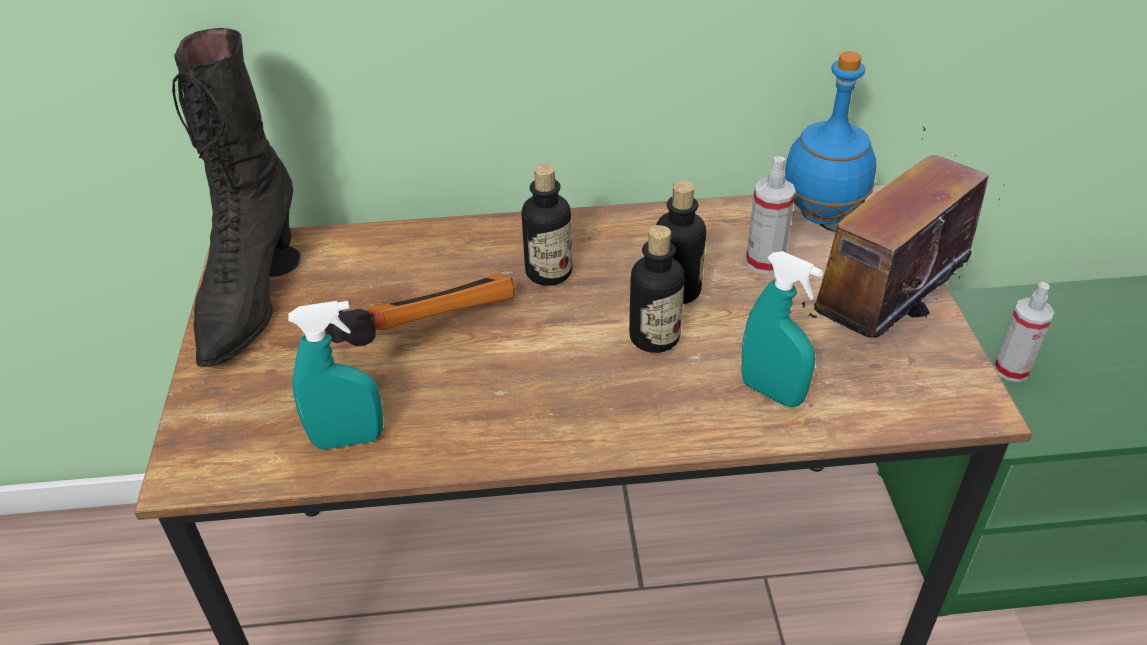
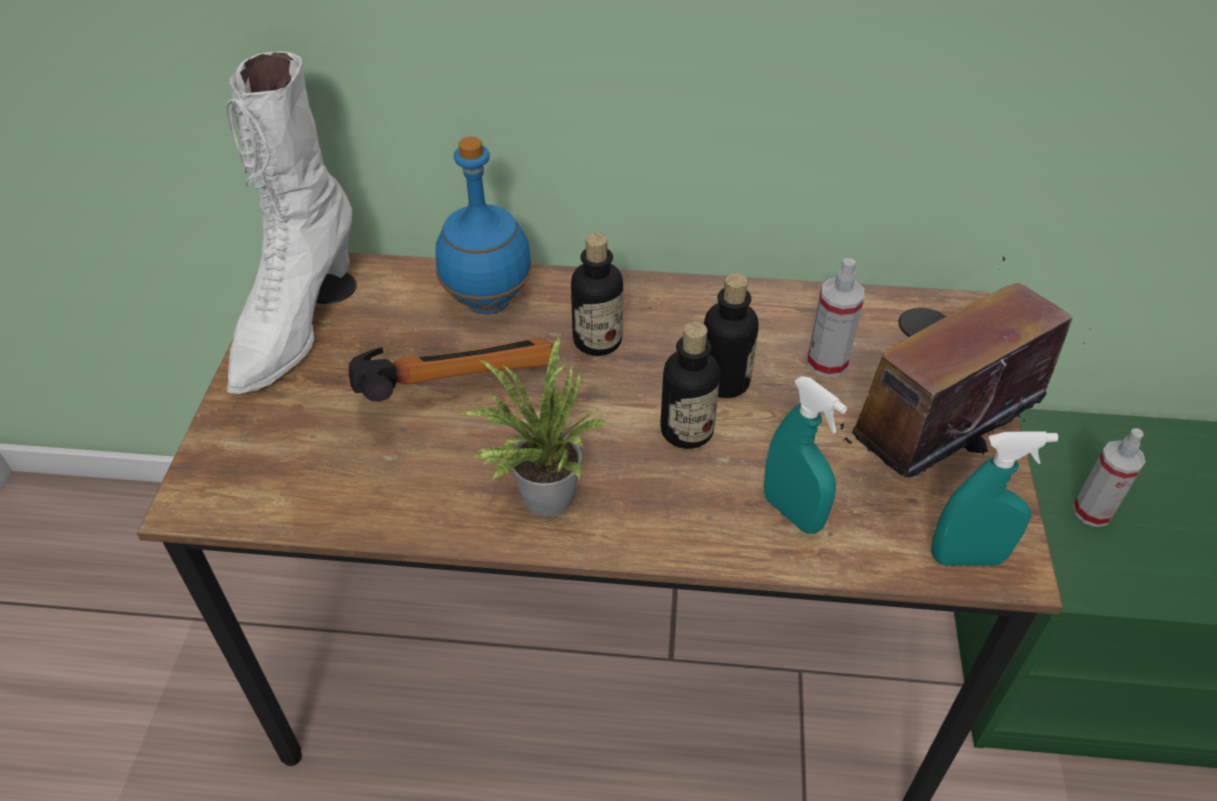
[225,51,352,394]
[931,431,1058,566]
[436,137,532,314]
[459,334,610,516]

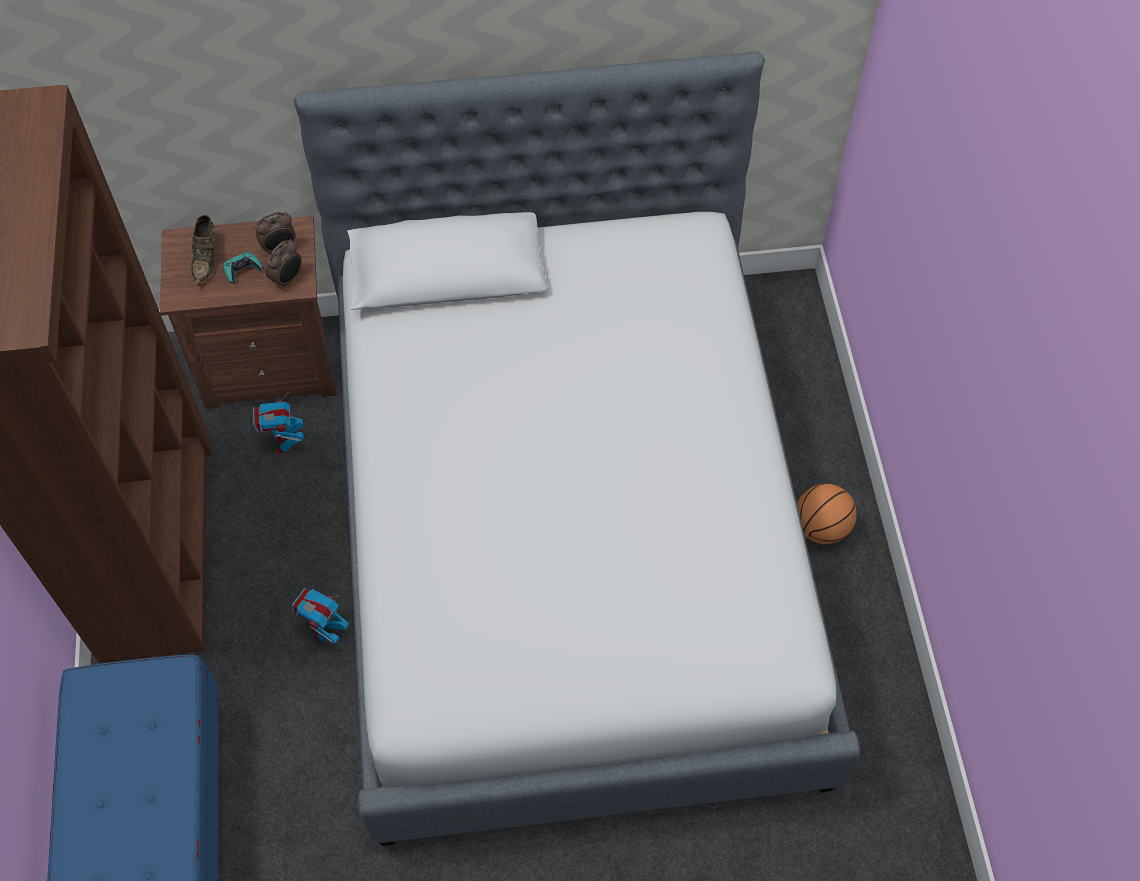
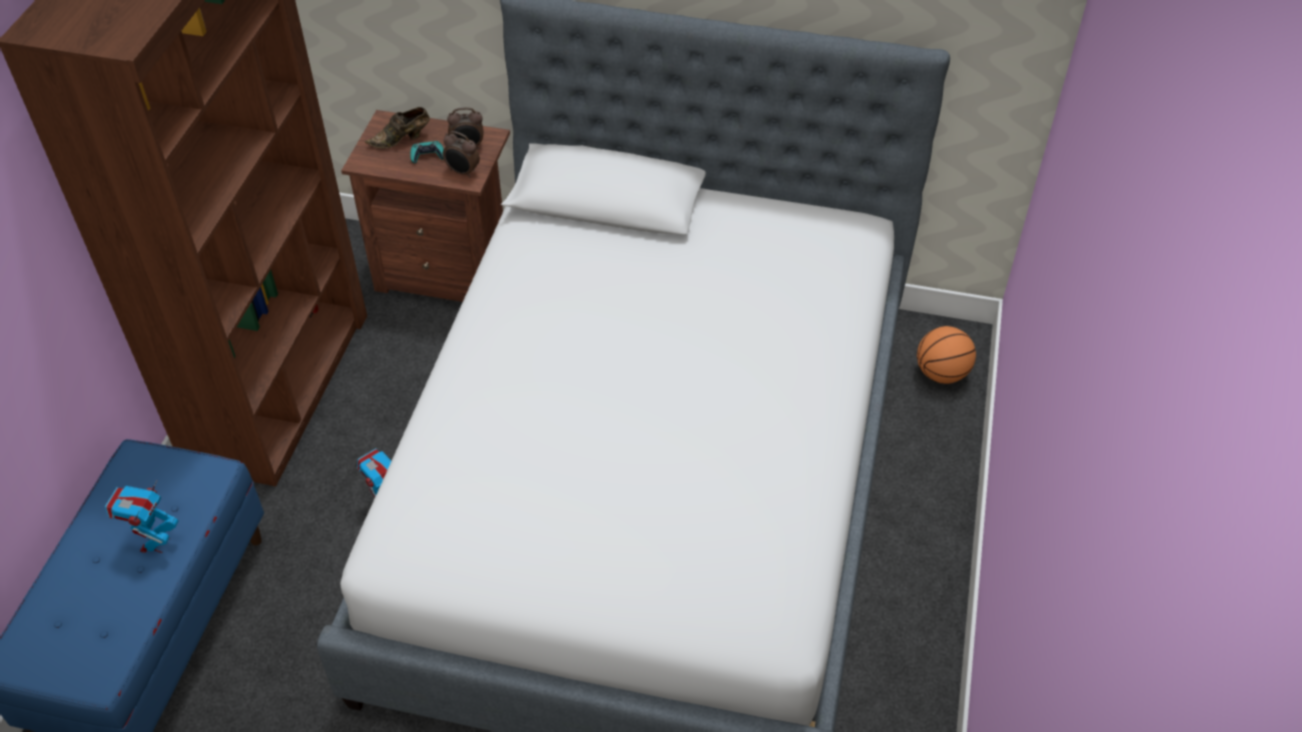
[365,107,430,149]
[105,480,179,553]
[443,131,480,178]
[917,326,976,384]

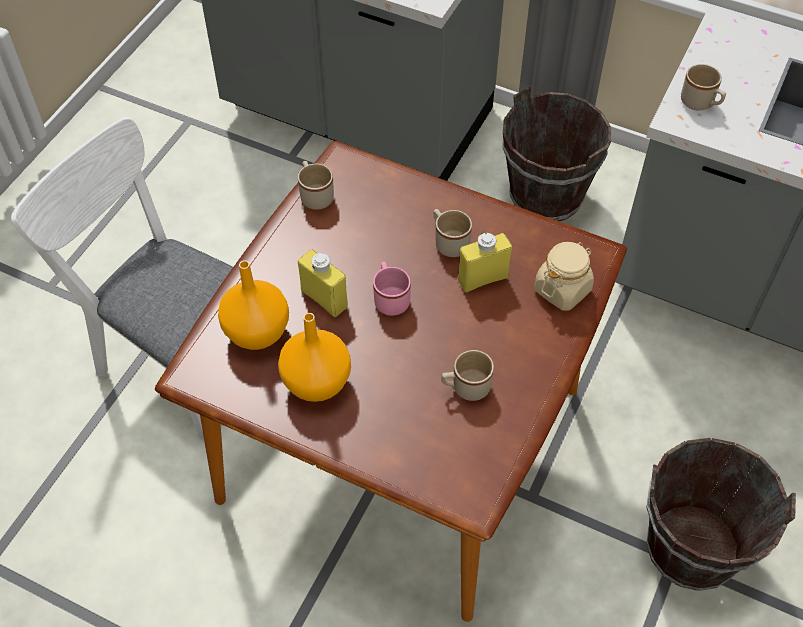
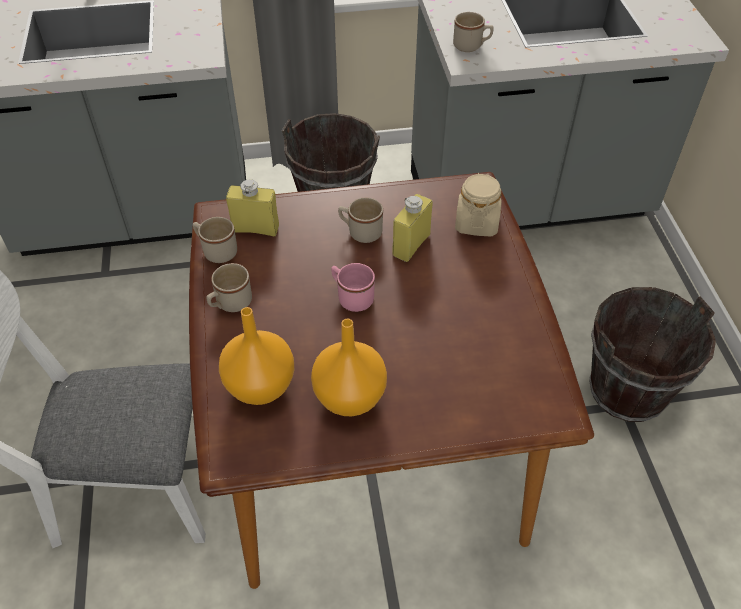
[226,180,279,236]
[206,263,252,312]

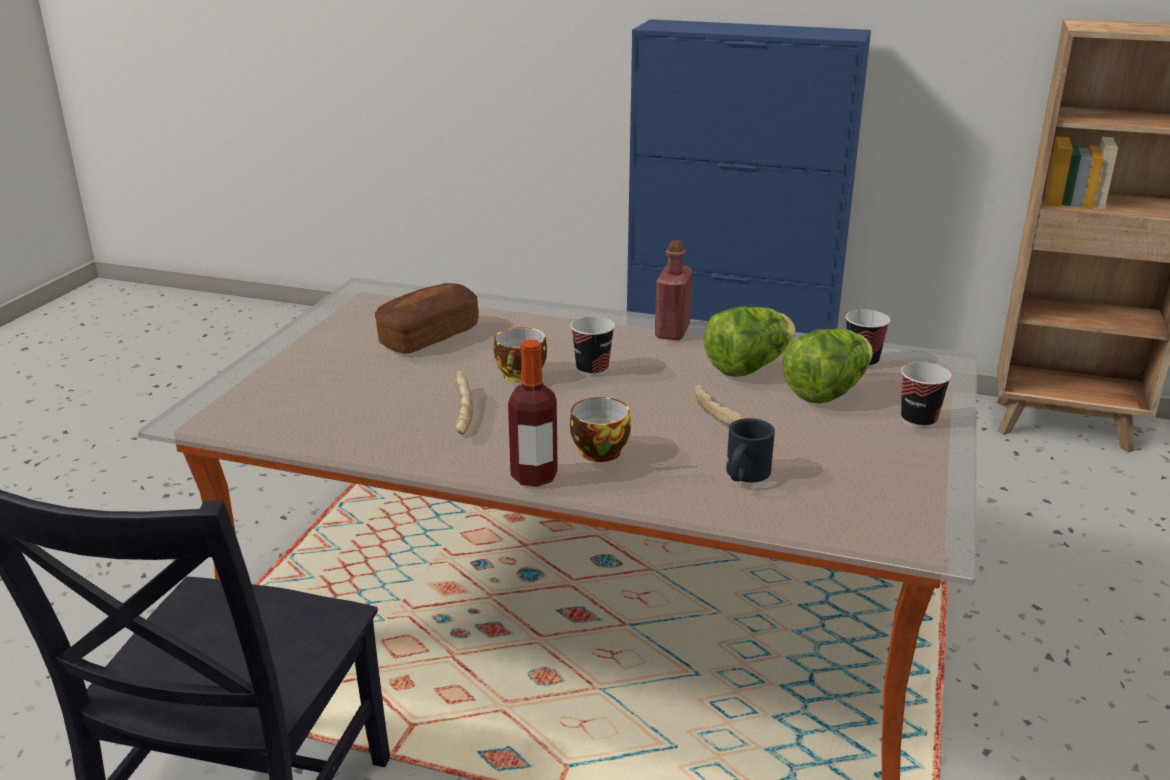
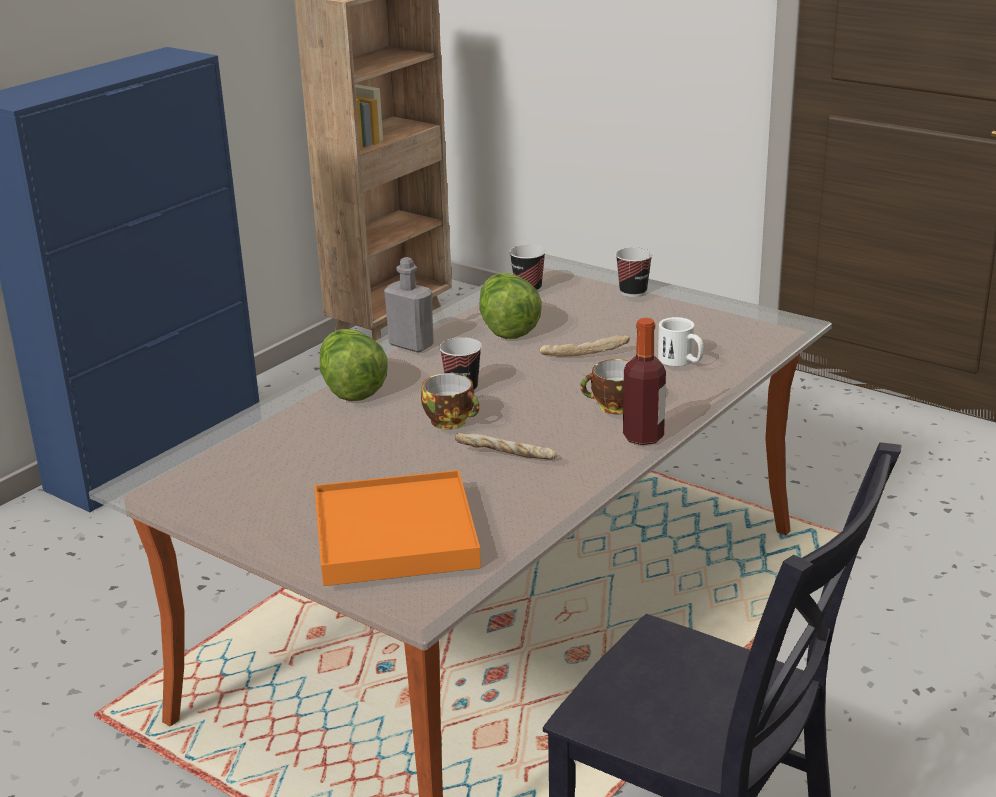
[375,283,479,354] (first image)
[384,257,434,352]
[658,317,704,366]
[320,329,388,401]
[314,470,481,586]

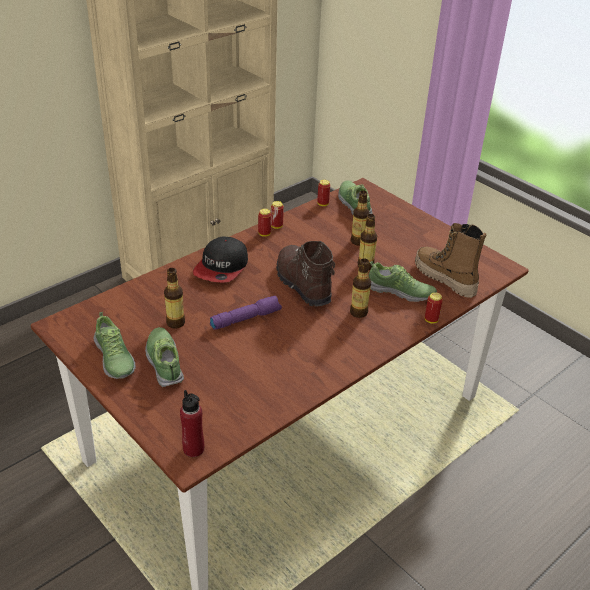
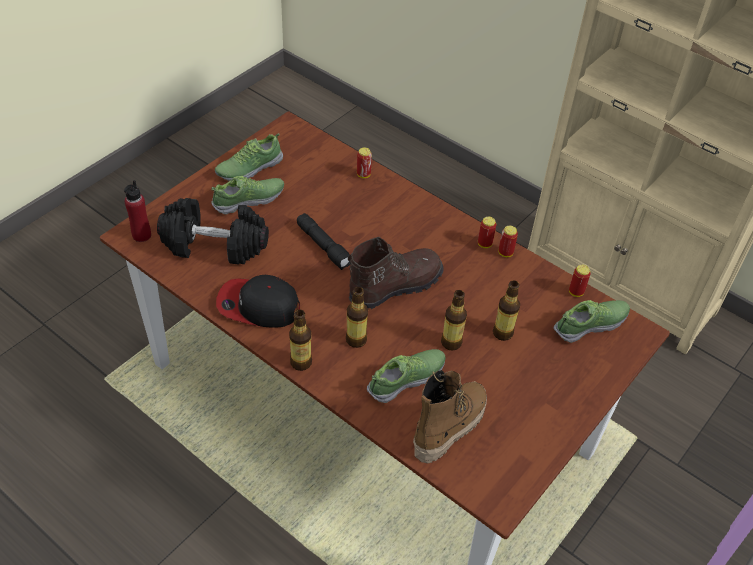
[289,310,312,371]
[216,275,300,328]
[297,213,351,270]
[367,349,445,403]
[357,147,372,178]
[157,198,269,265]

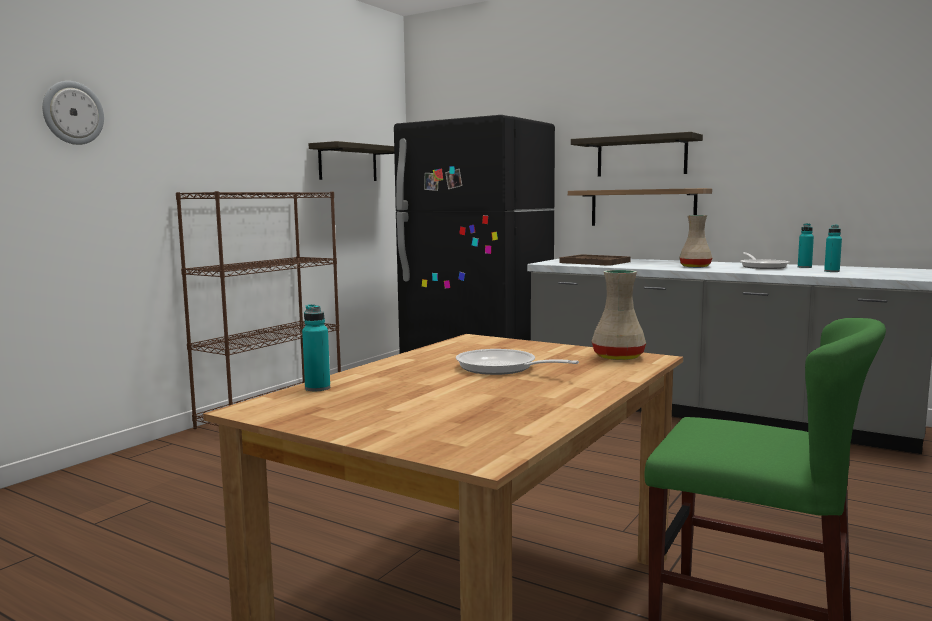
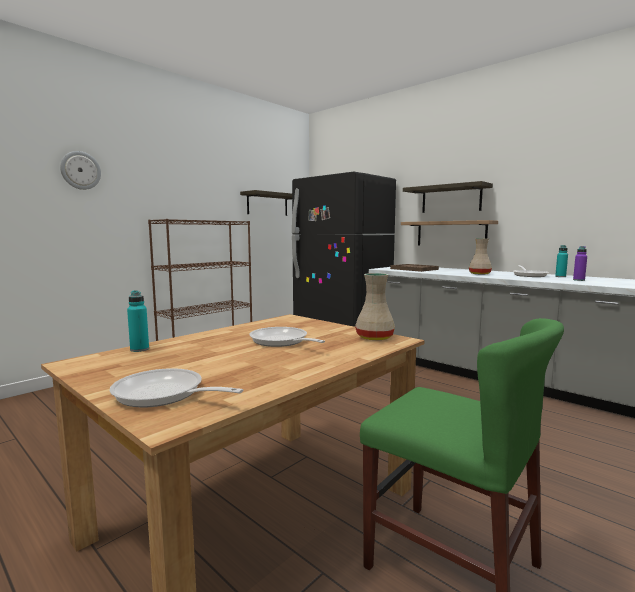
[573,246,587,281]
[110,368,243,408]

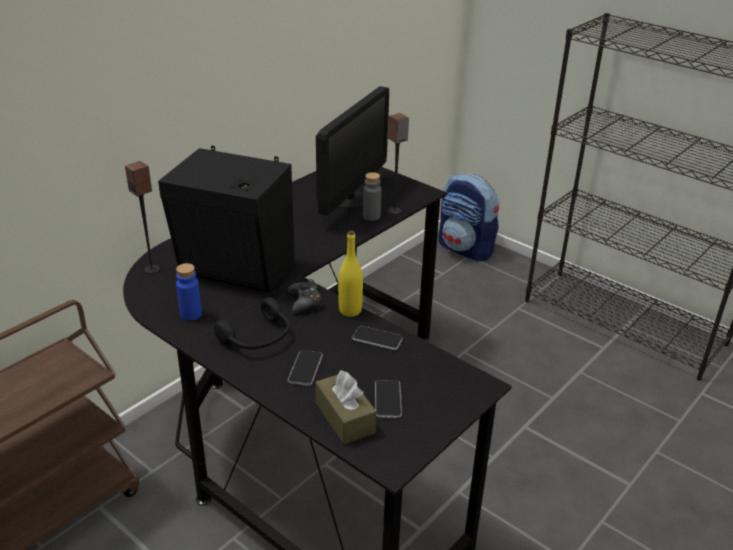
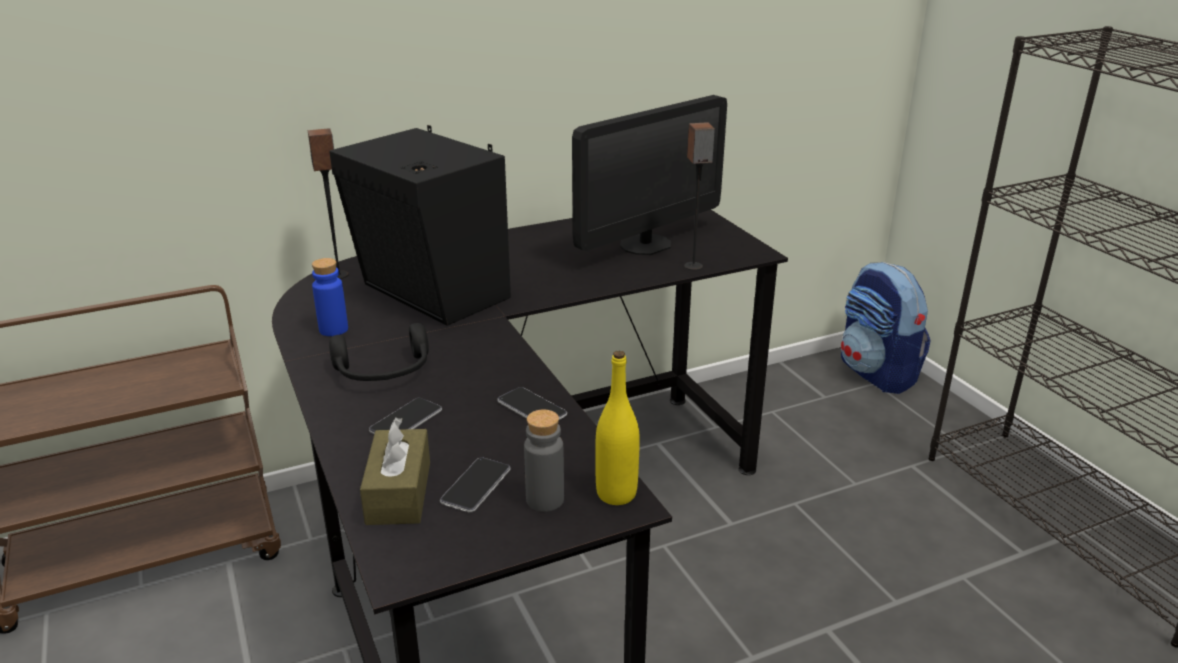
[288,279,322,313] (first image)
[595,351,640,505]
[524,410,564,512]

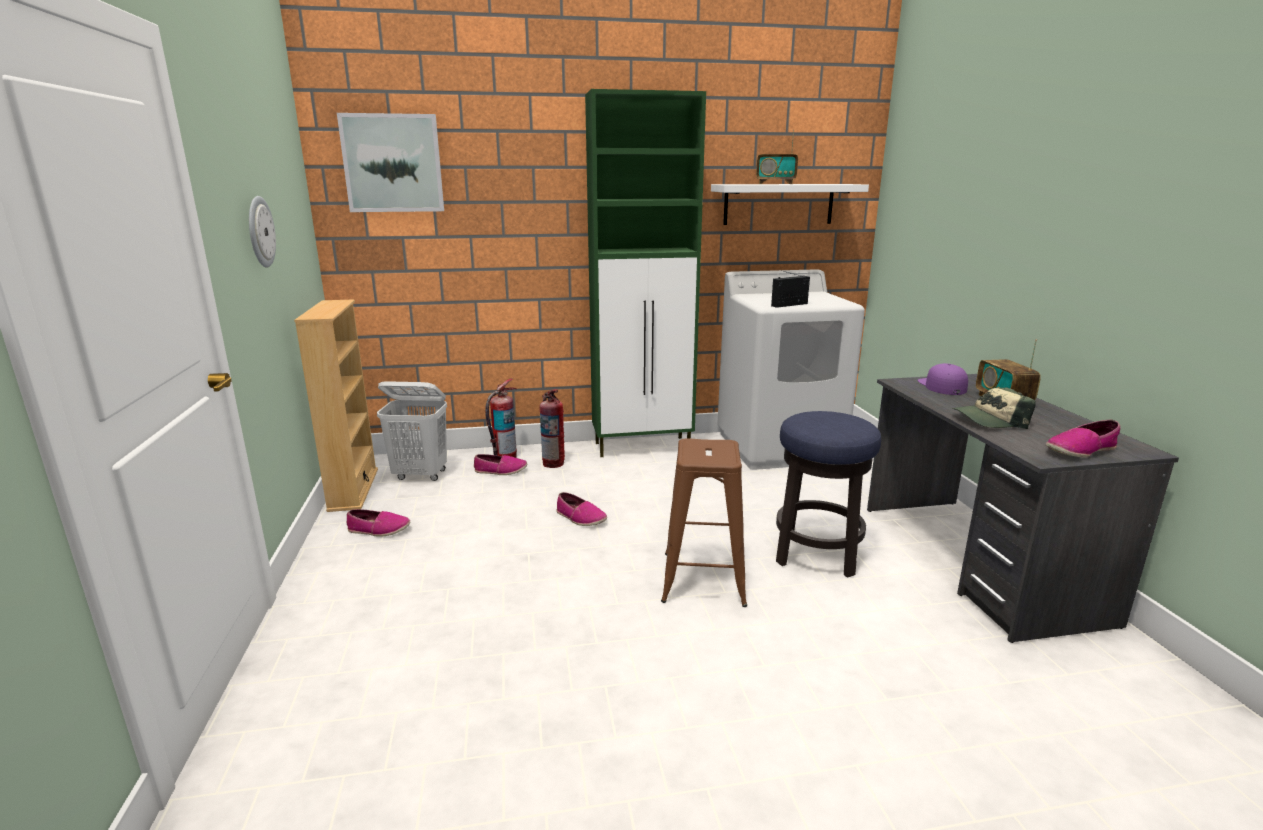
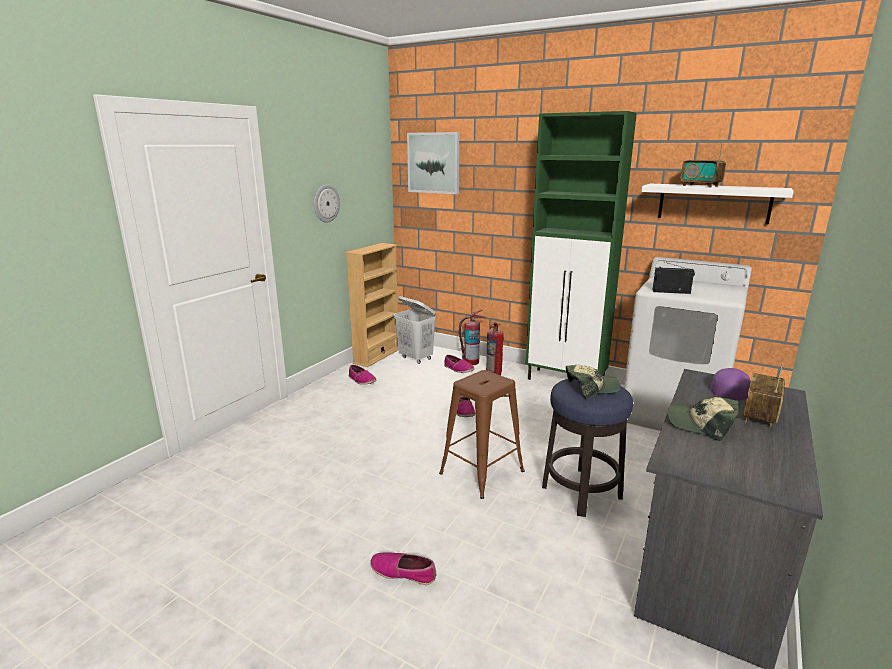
[370,552,436,585]
[566,365,621,399]

